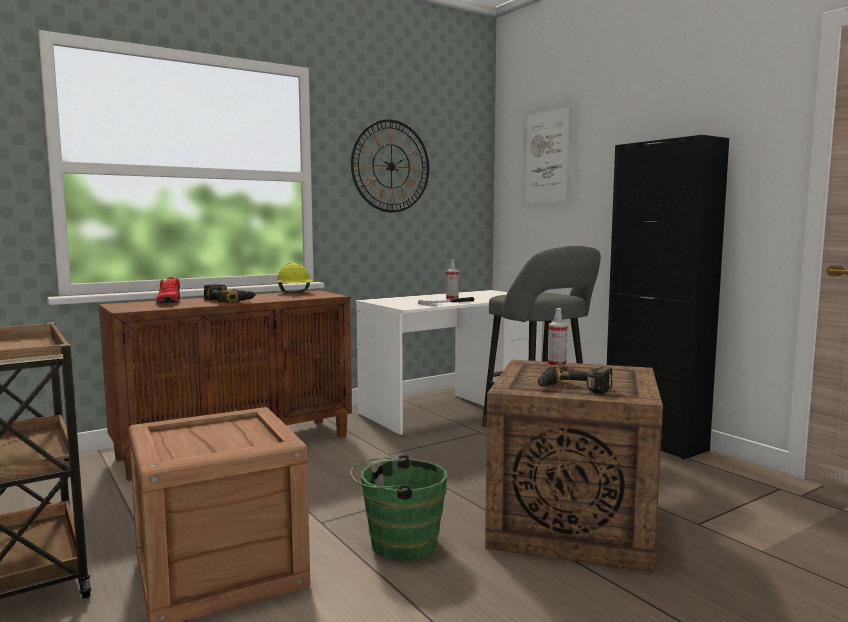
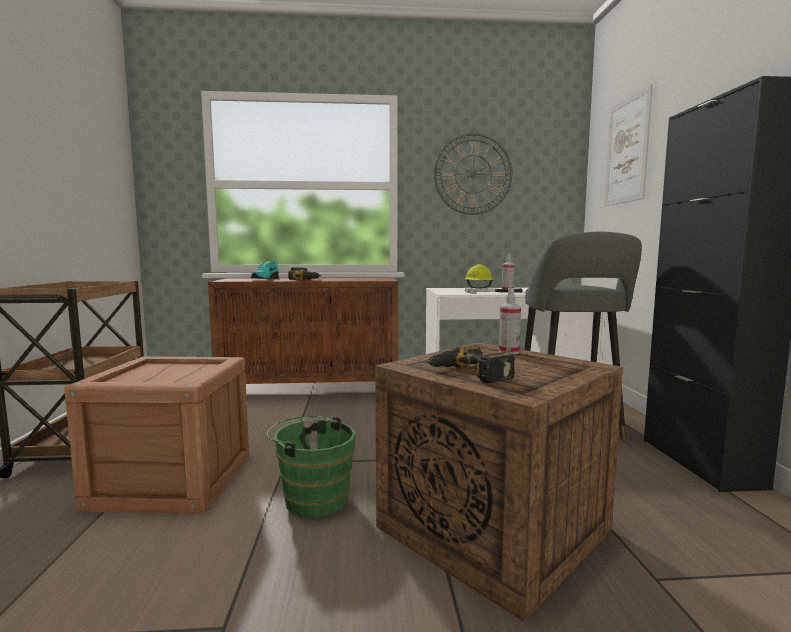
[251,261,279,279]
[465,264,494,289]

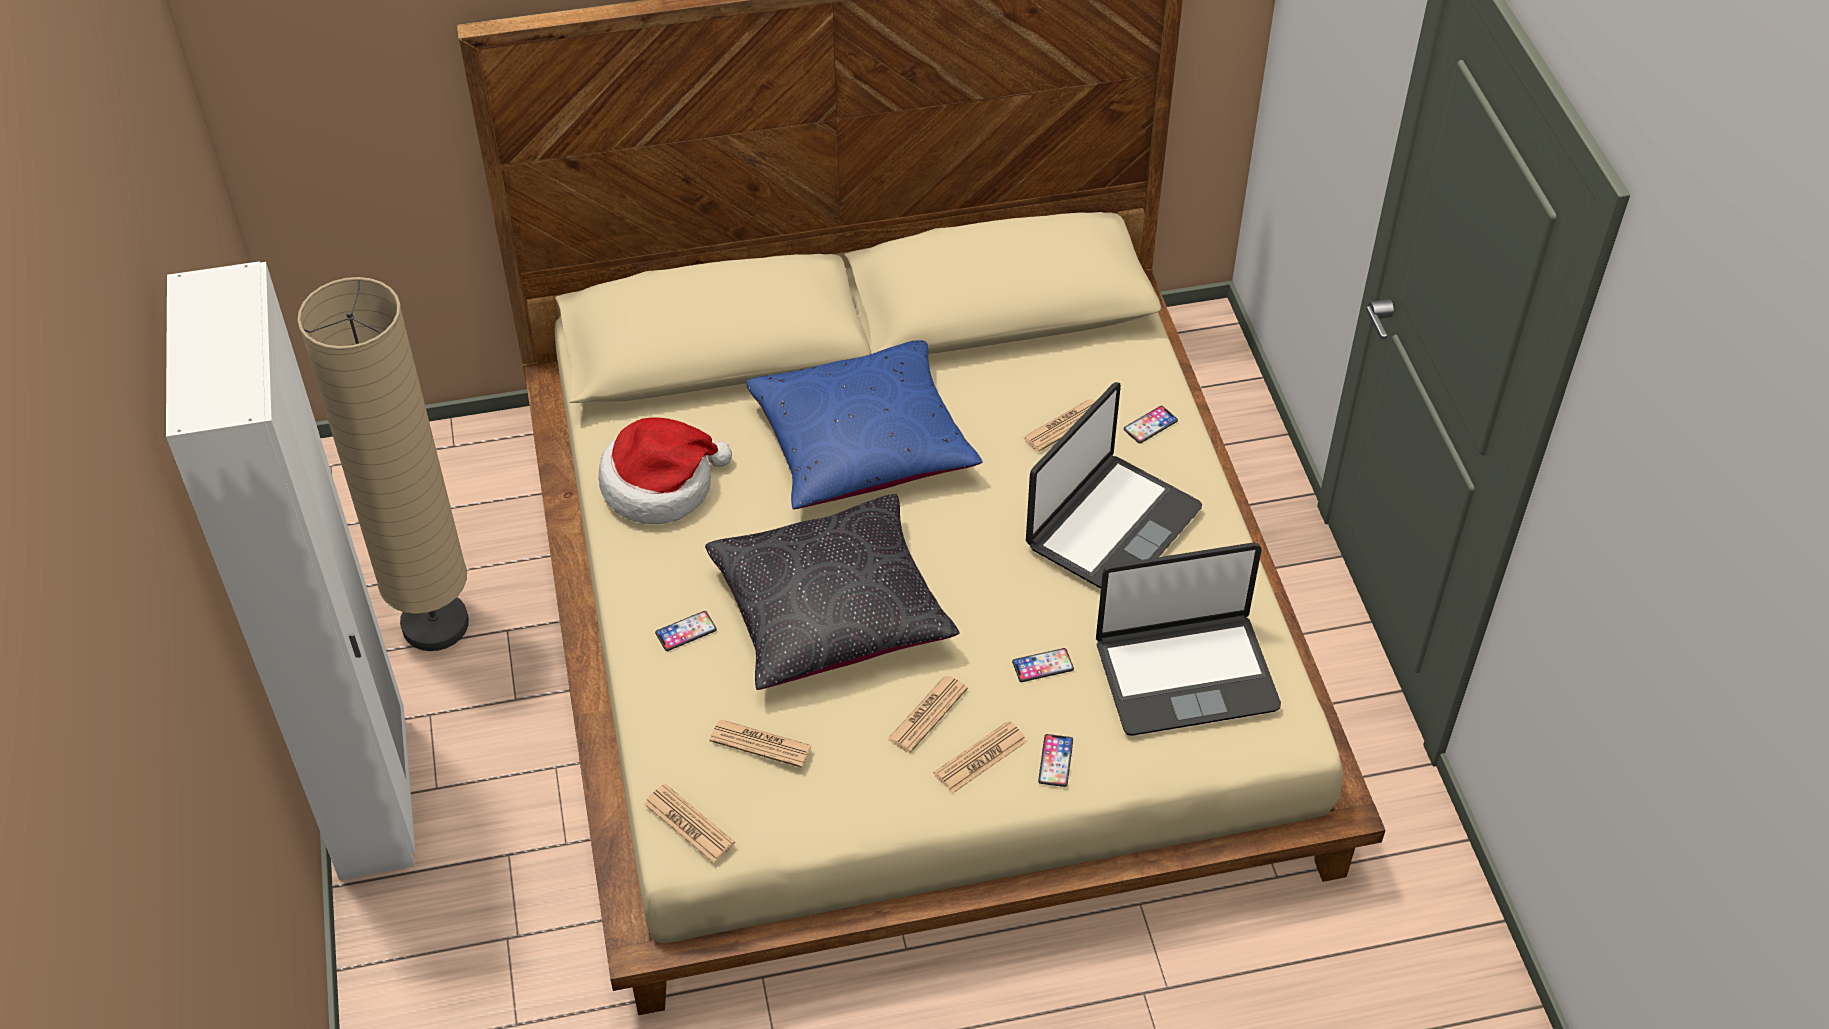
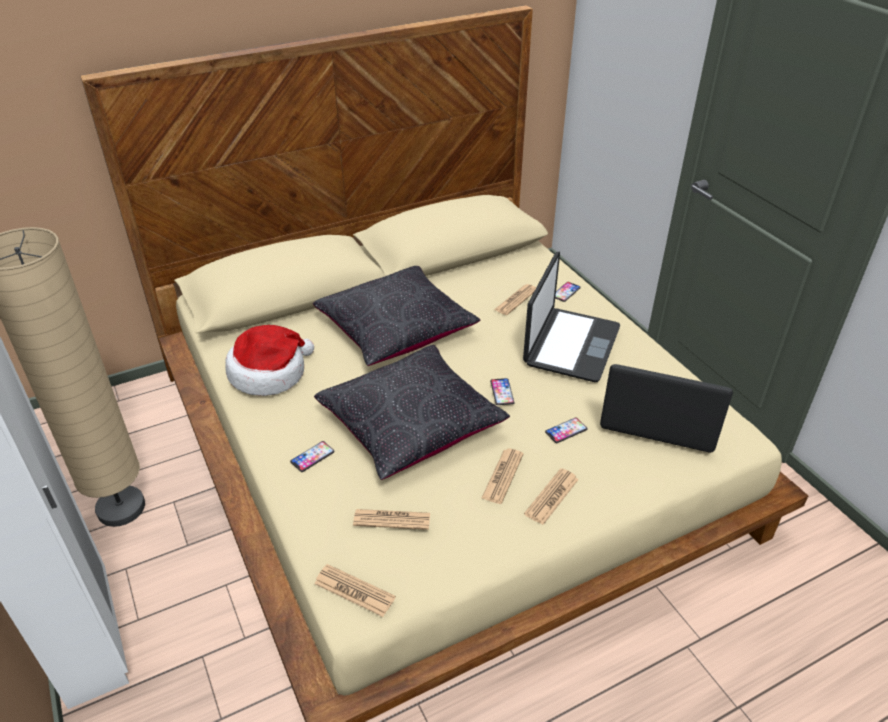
[313,266,480,366]
[490,378,515,405]
[600,364,733,453]

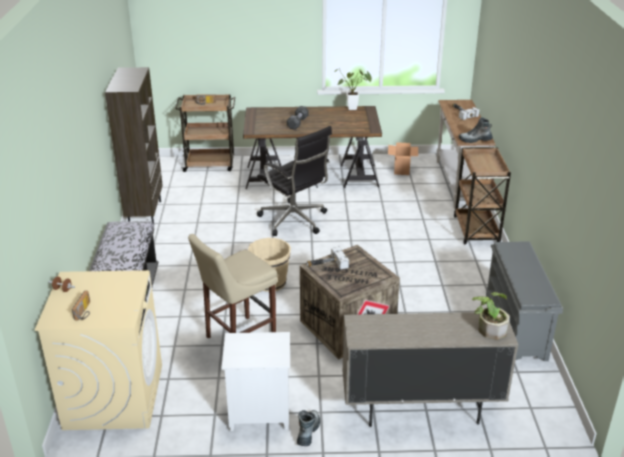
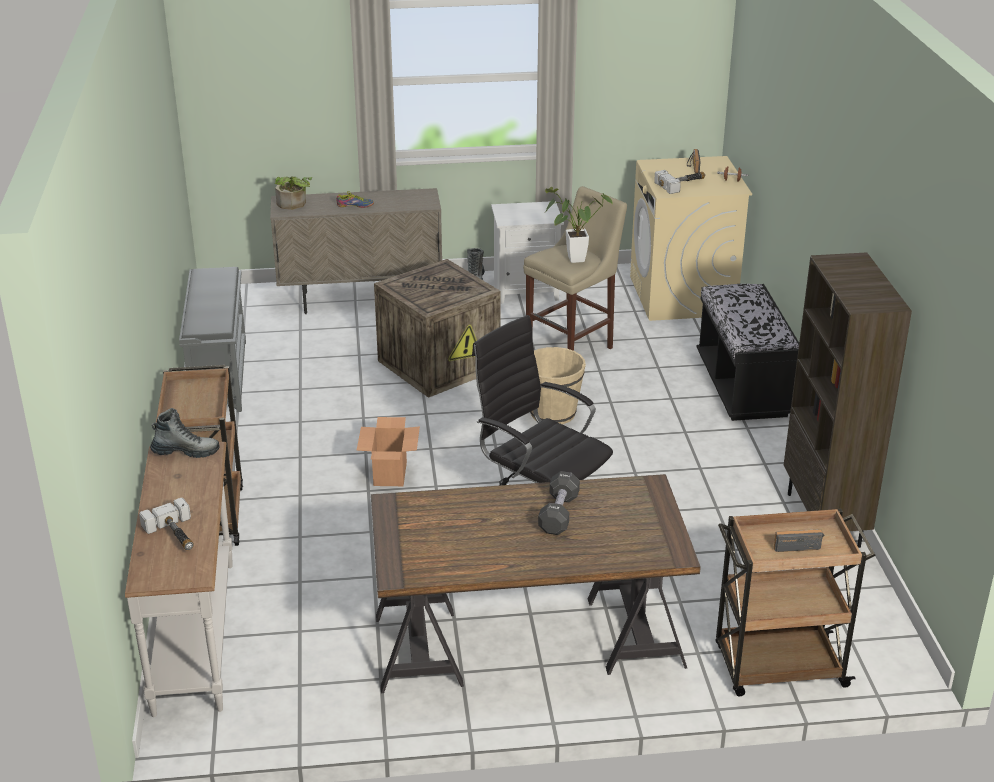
[654,170,705,194]
[545,187,612,263]
[357,417,420,486]
[337,191,374,208]

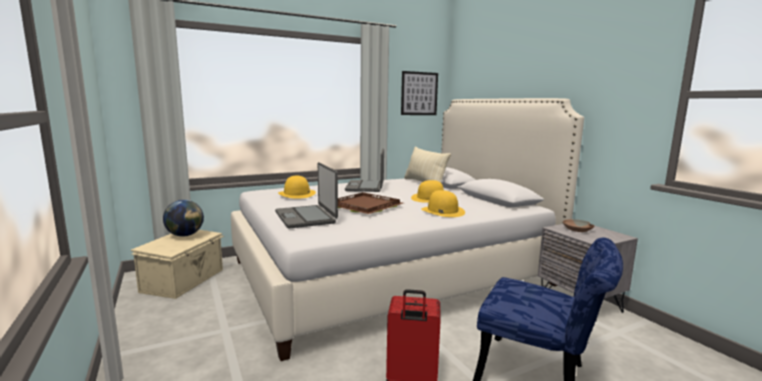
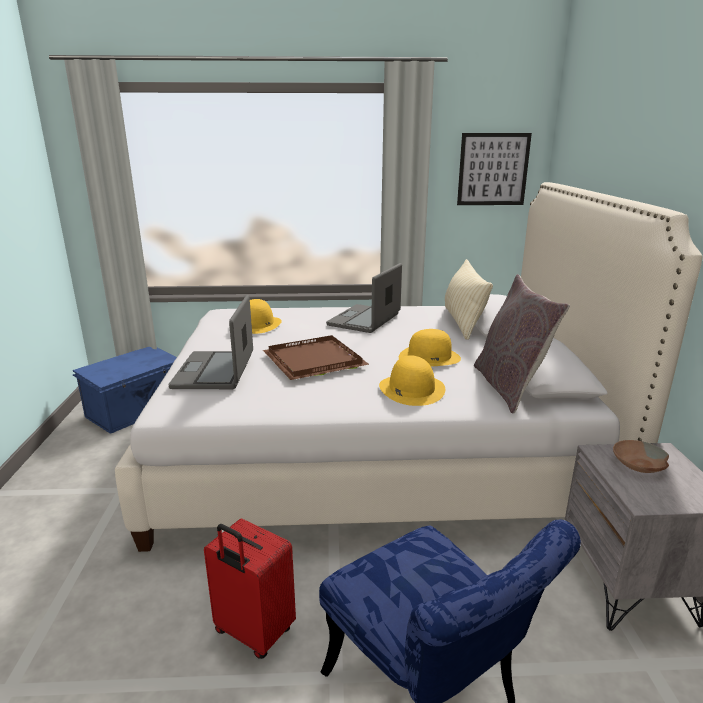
[73,347,177,434]
[163,200,204,236] (first image)
[474,274,570,413]

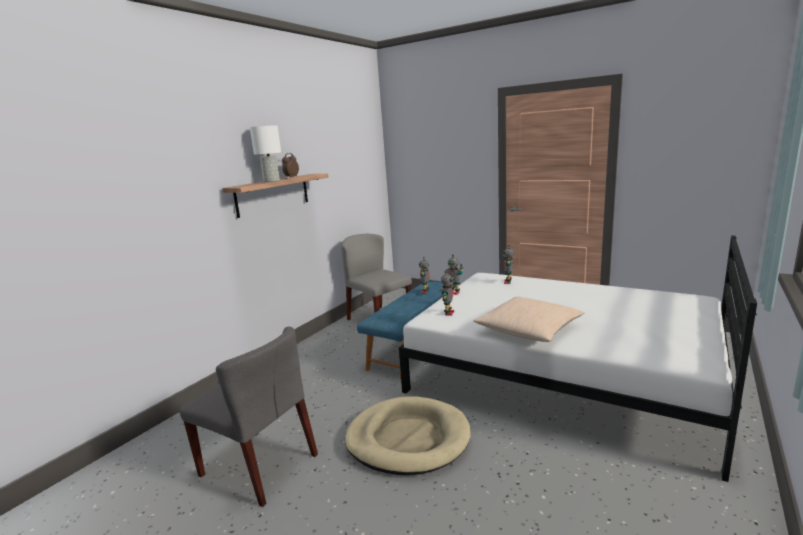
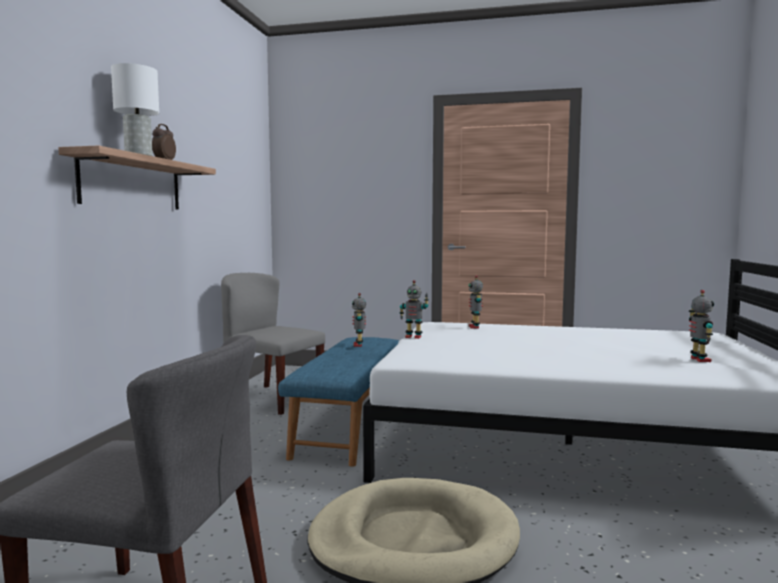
[689,290,714,362]
[473,297,584,342] (first image)

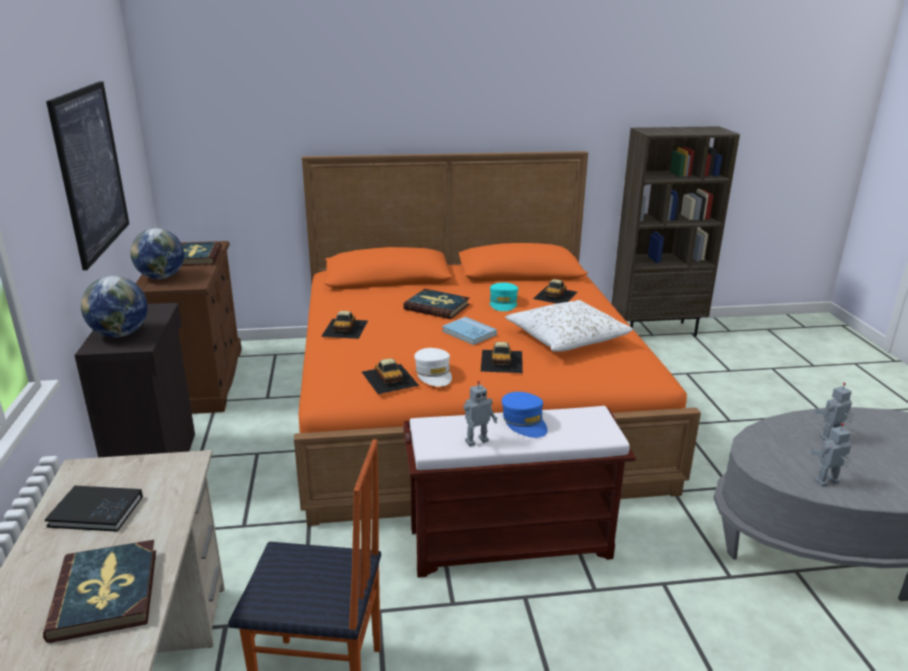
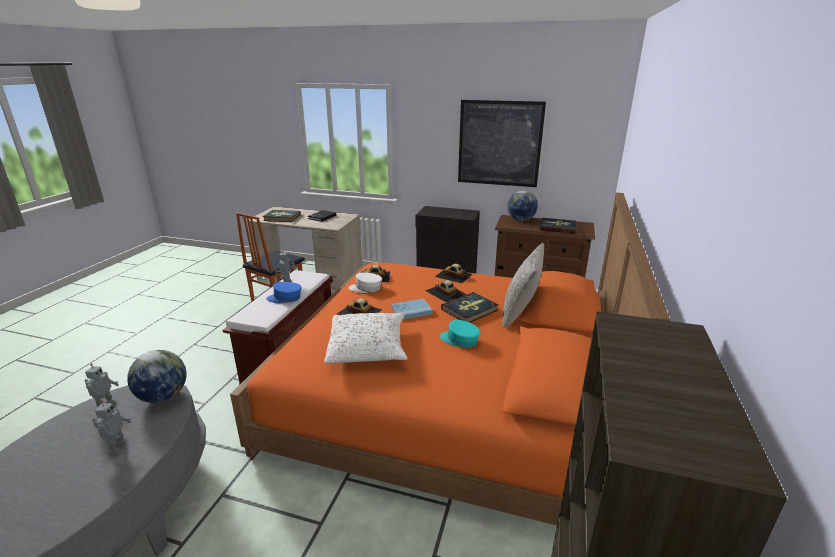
[127,350,187,403]
[425,280,467,302]
[503,243,544,328]

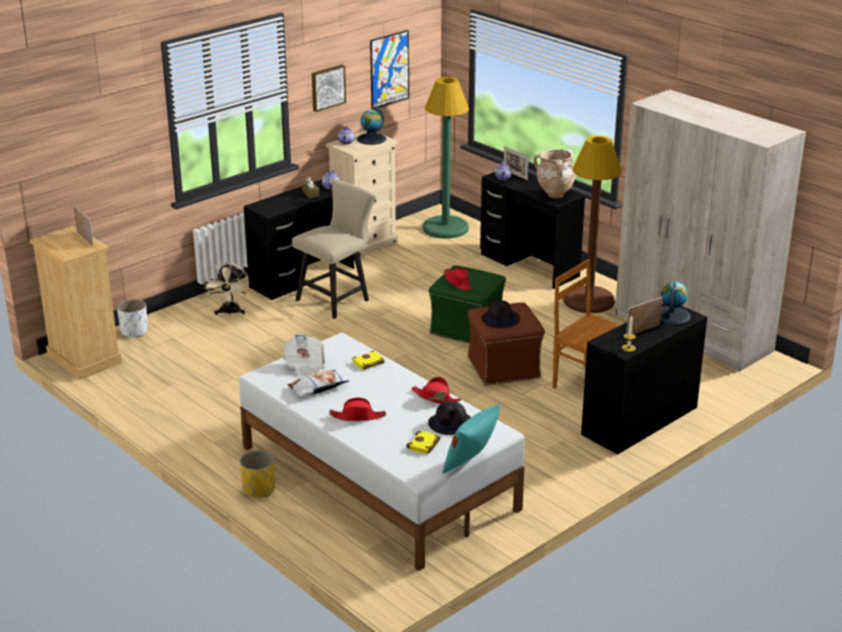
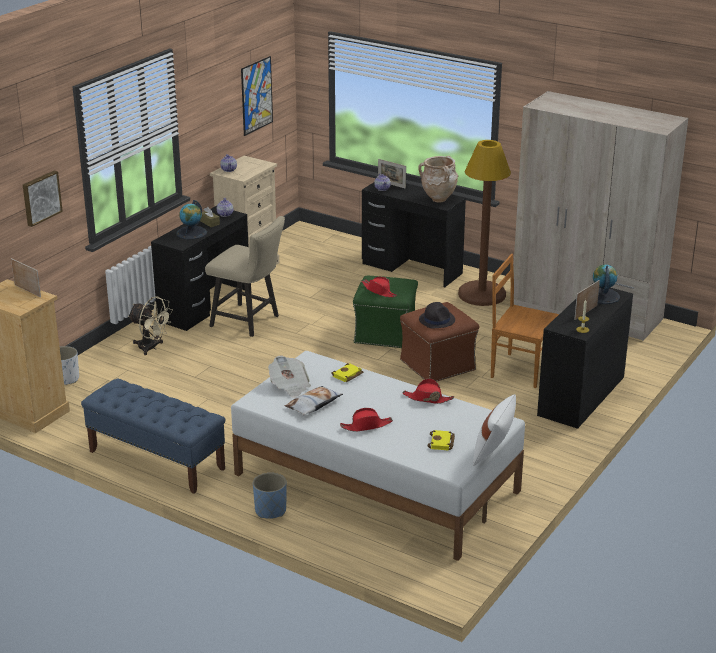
[128,296,173,355]
[253,473,287,519]
[205,216,285,337]
[23,171,63,227]
[176,200,207,240]
[423,77,469,239] (first image)
[428,401,471,435] (first image)
[473,394,516,466]
[81,378,226,494]

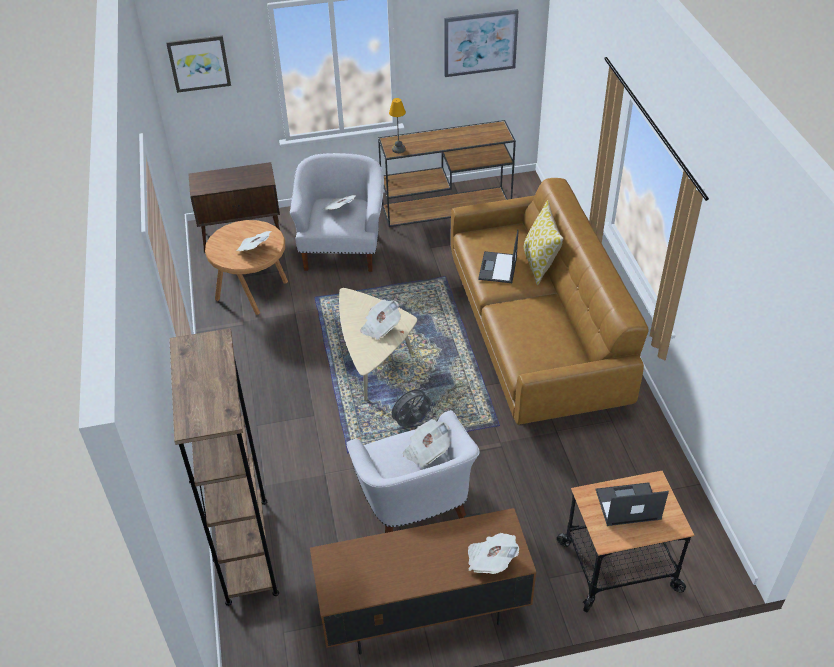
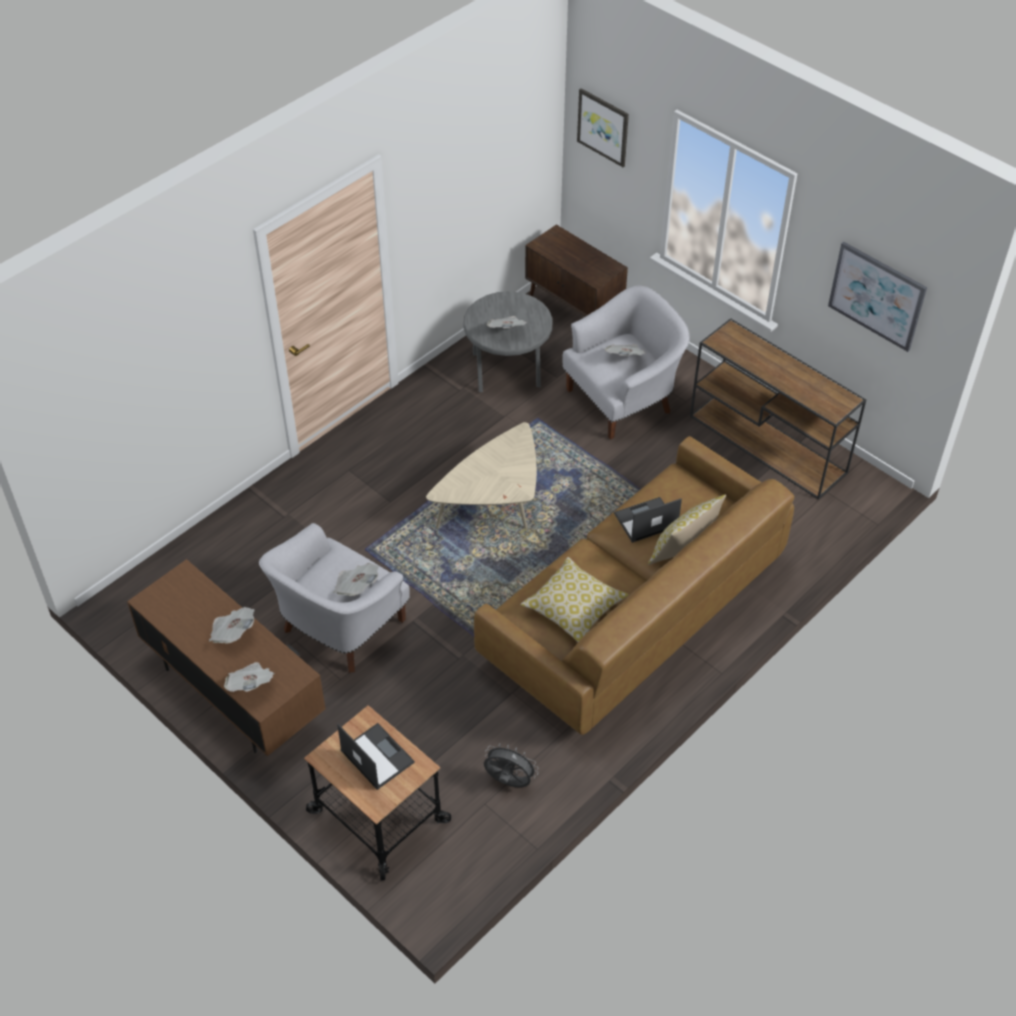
[169,328,279,606] (first image)
[463,291,553,392]
[209,607,255,644]
[484,744,538,788]
[389,98,406,153] (first image)
[520,557,629,642]

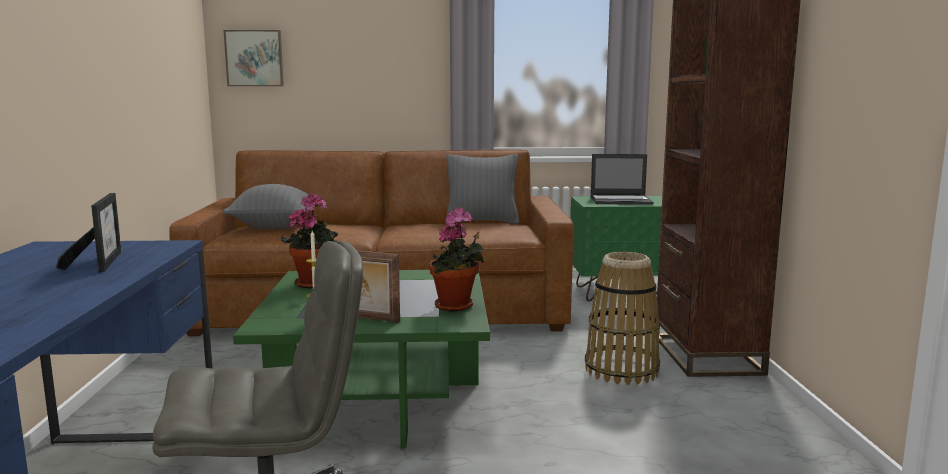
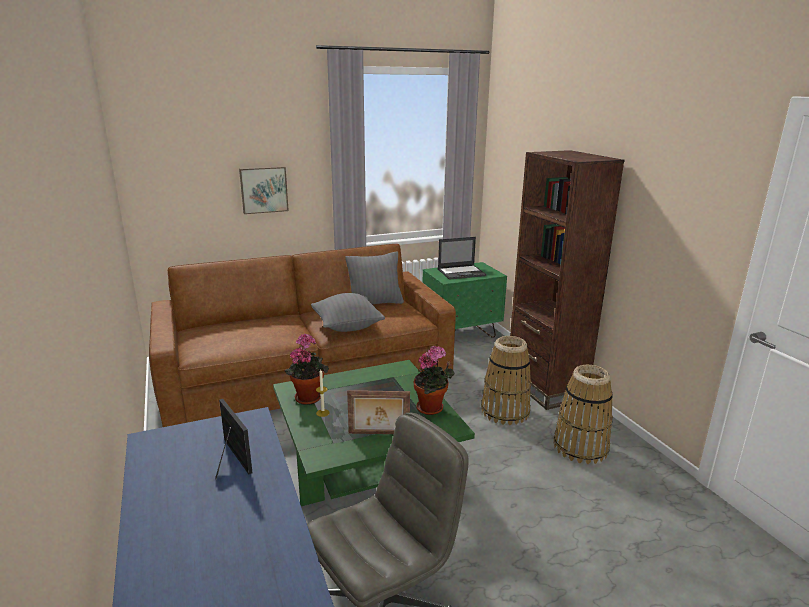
[311,293,385,332]
[239,166,289,214]
[554,365,613,464]

